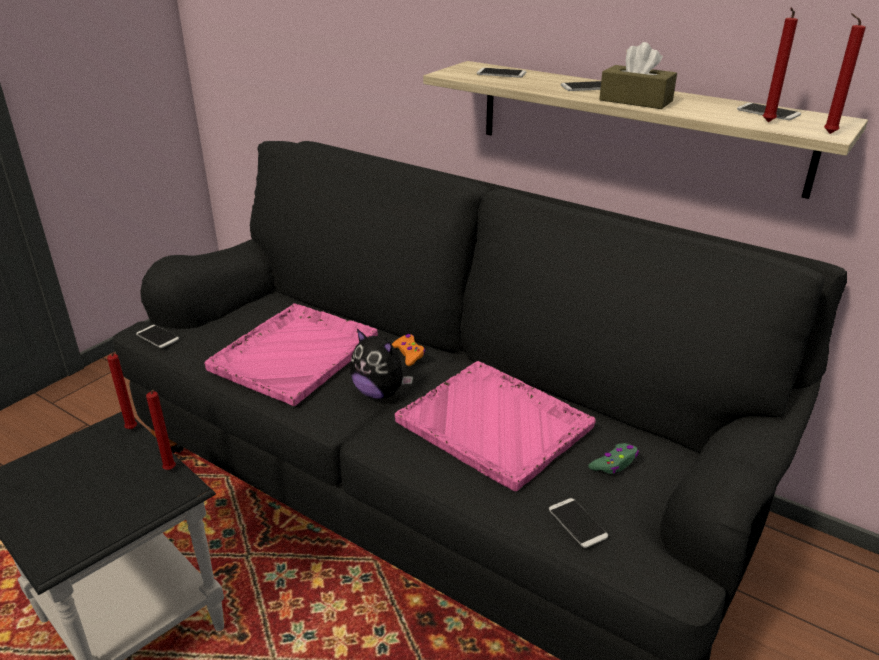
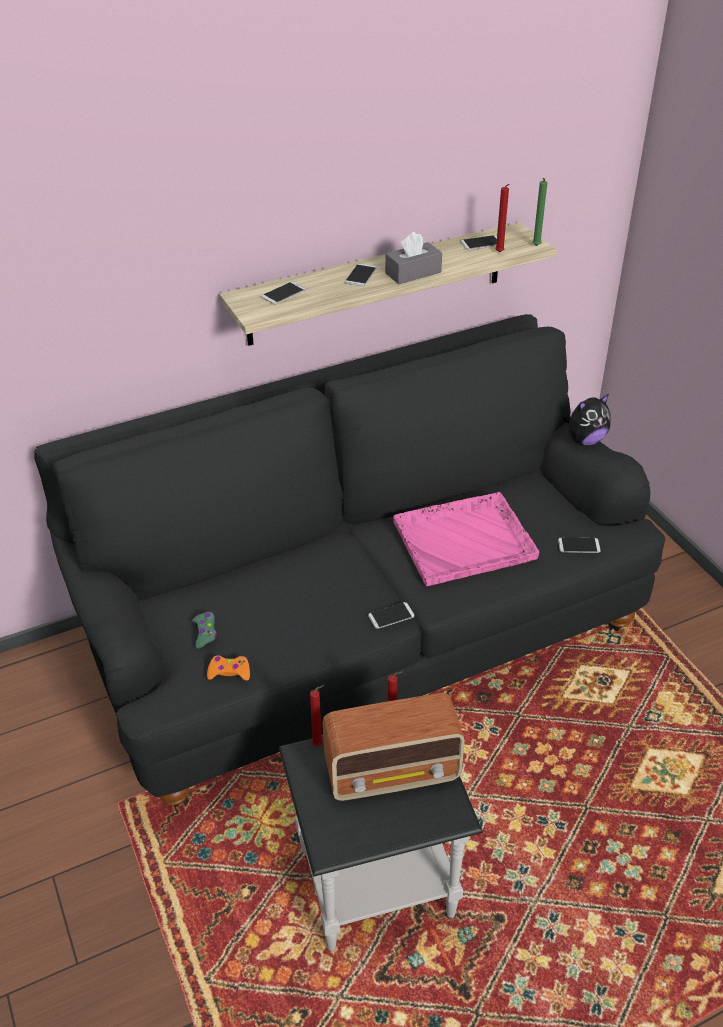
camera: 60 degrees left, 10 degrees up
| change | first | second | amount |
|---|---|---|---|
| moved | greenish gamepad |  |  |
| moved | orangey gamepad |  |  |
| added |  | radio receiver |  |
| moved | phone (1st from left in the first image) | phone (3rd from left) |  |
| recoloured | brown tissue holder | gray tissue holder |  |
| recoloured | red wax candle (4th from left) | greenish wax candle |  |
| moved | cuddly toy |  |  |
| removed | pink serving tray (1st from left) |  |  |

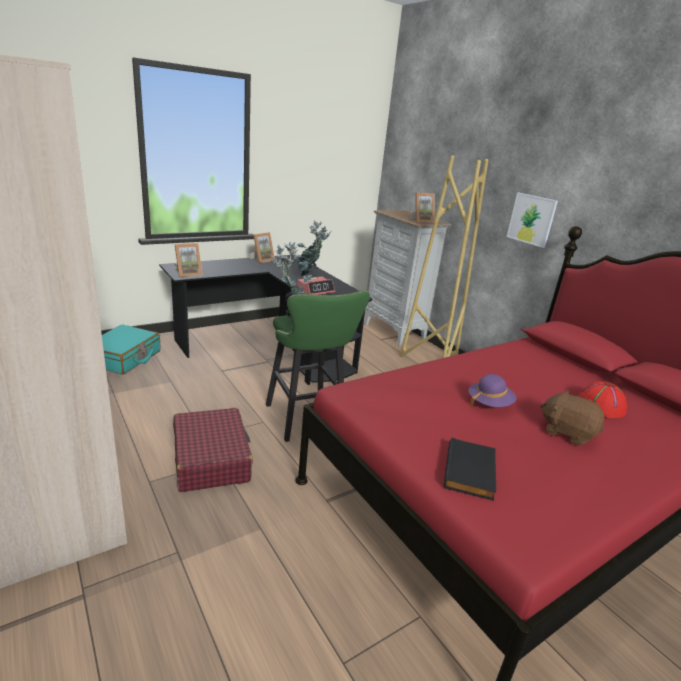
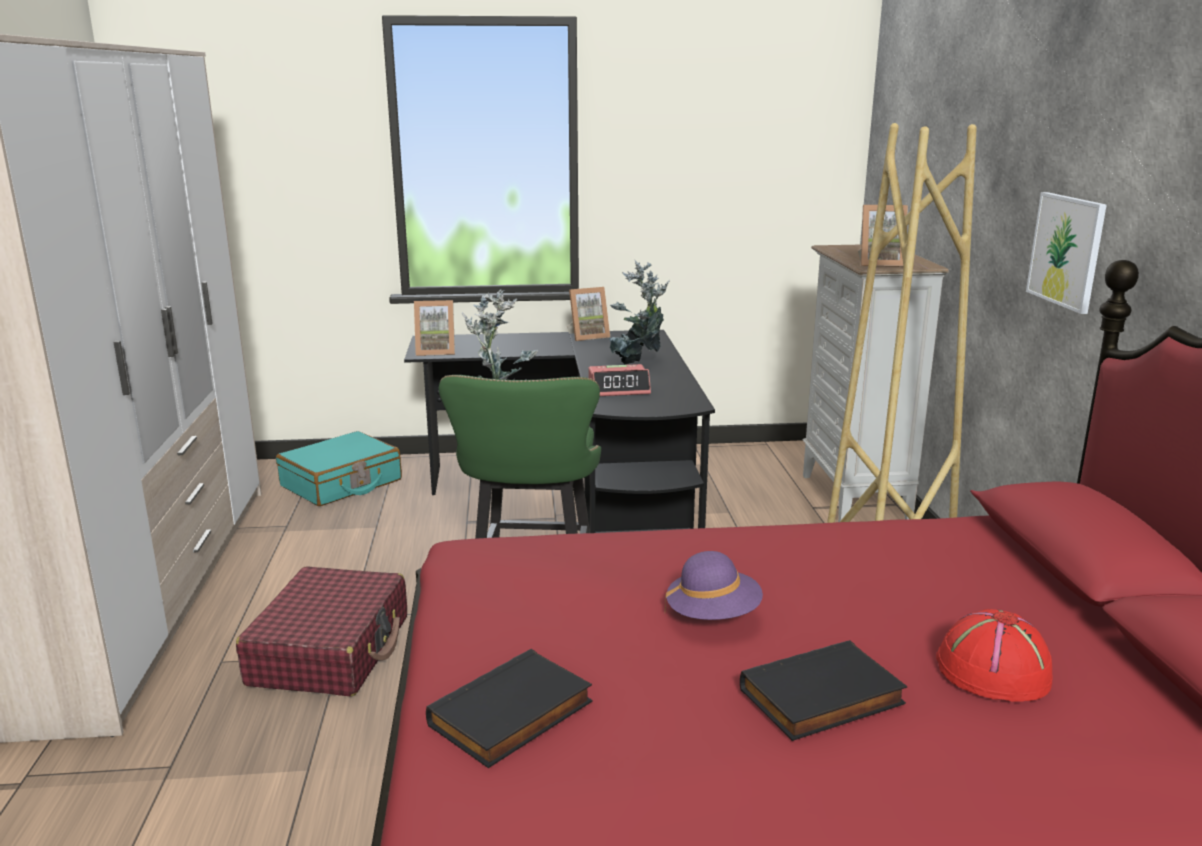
camera: 30 degrees right, 5 degrees down
| change | first | second | amount |
|---|---|---|---|
| replaced | brown cuddly toy | black-coloured bound book (2nd from left) |  |

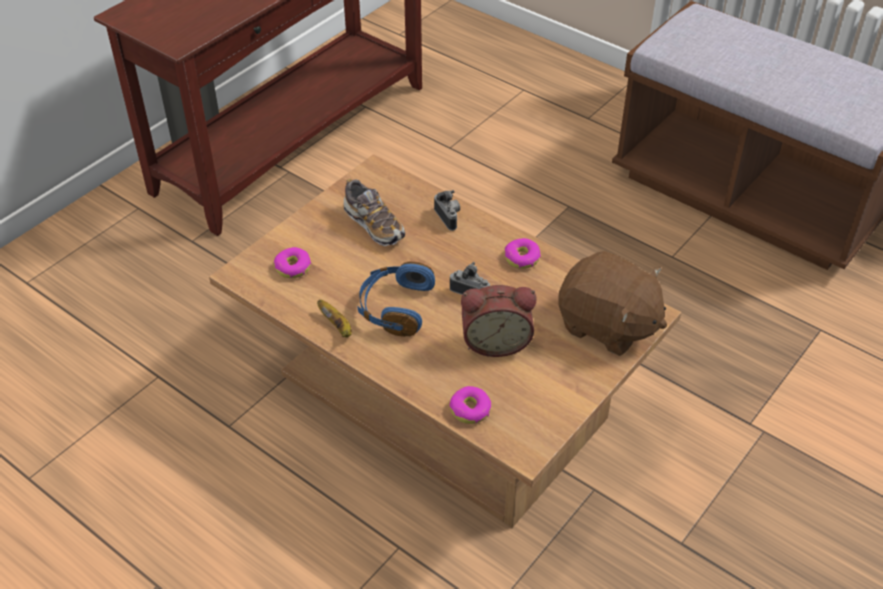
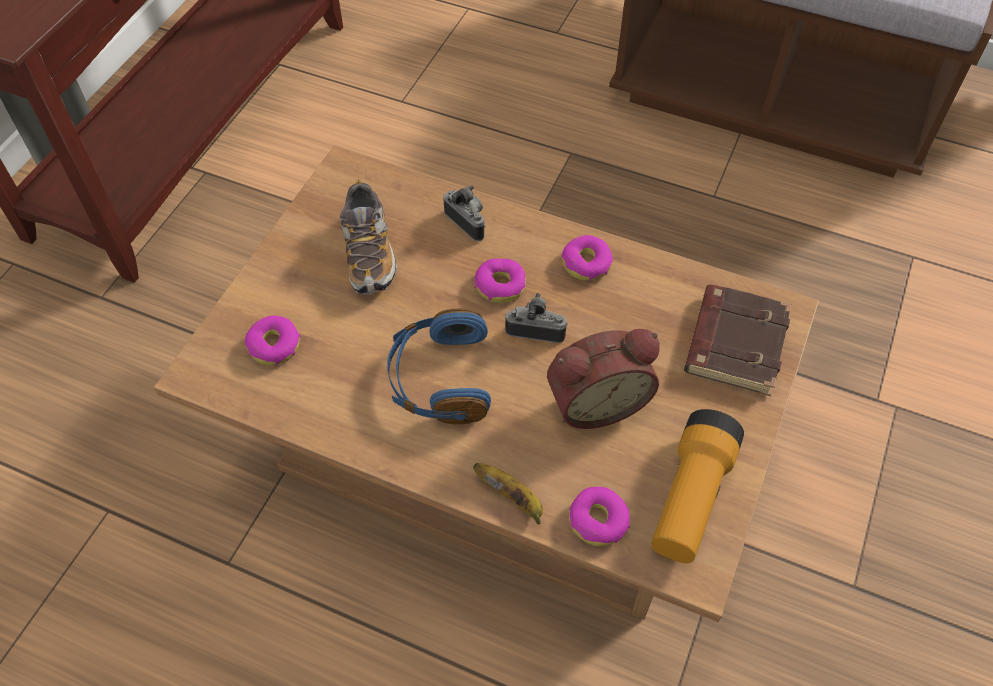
camera: 15 degrees left, 10 degrees up
| change | first | second | amount |
|---|---|---|---|
| turned | shoe |  | 45 degrees clockwise |
| moved | banana |  |  |
| added |  | donut (2nd from left) |  |
| added |  | flashlight |  |
| replaced | brown cuddly toy | brown bound book |  |

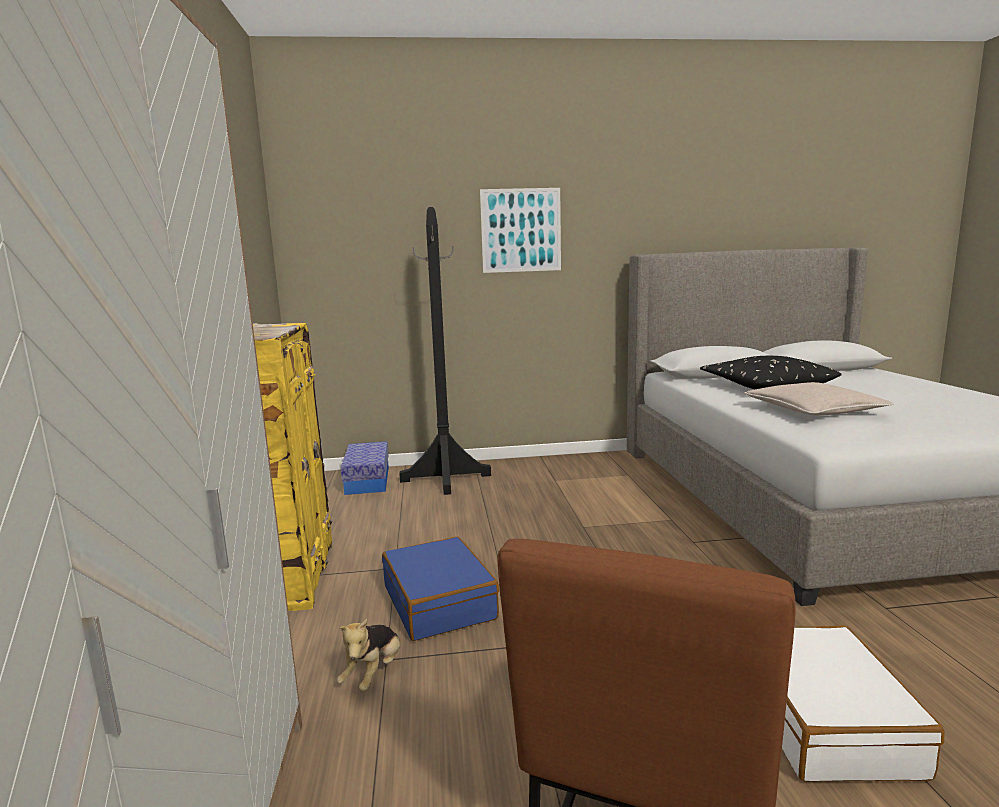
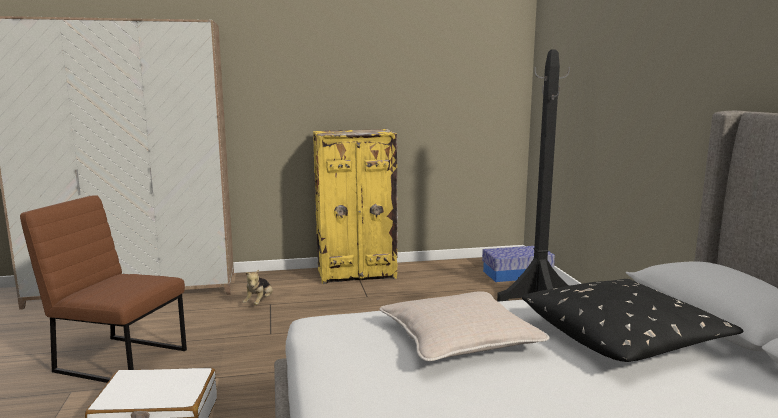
camera: 85 degrees right, 0 degrees up
| change | first | second | amount |
|---|---|---|---|
| turned | cuddly toy |  | 90 degrees counterclockwise |
| removed | blue-coloured suitcase |  |  |
| removed | picture |  |  |

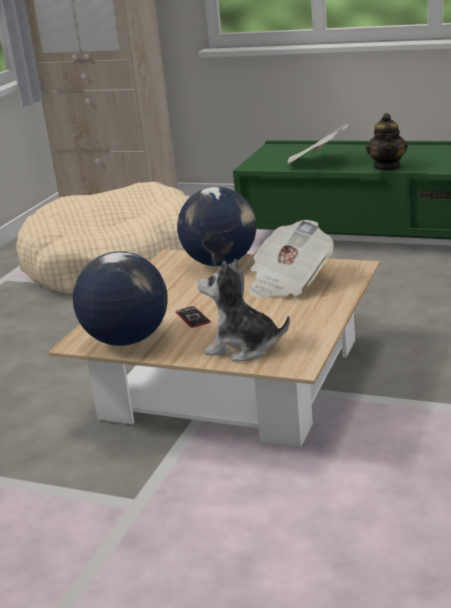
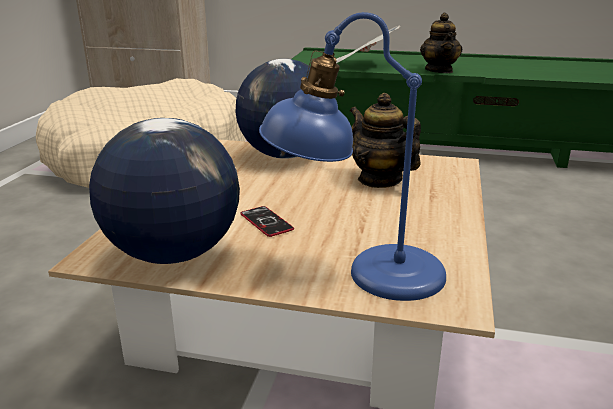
camera: 10 degrees left, 0 degrees up
| change | first | second | amount |
|---|---|---|---|
| replaced | cuddly toy | blue-coloured lamp for a table |  |
| replaced | printed paper (1st from left) | tea pot (1st from left) |  |

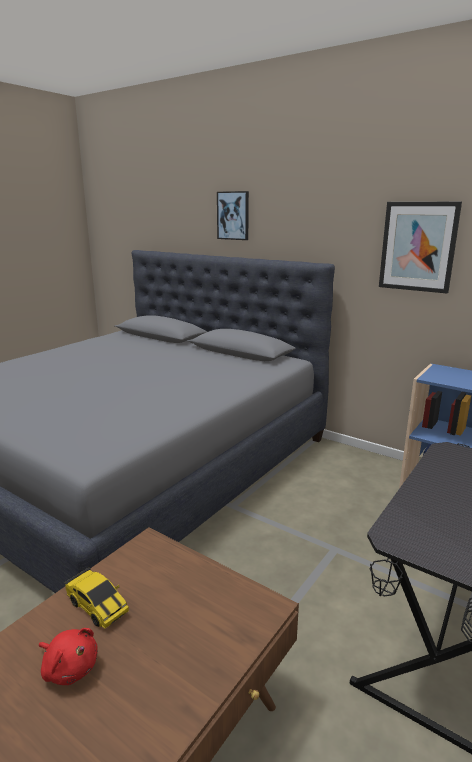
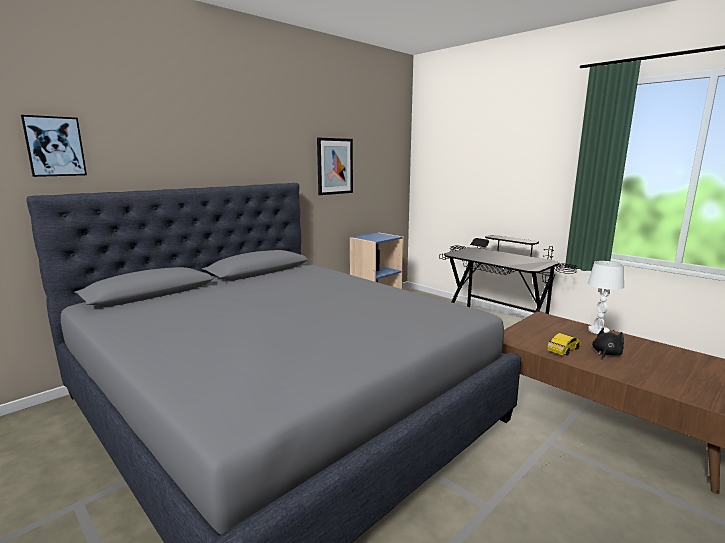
camera: 80 degrees left, 5 degrees down
| change | first | second | amount |
|---|---|---|---|
| moved | picture (1st from left) |  |  |
| added |  | white lamp for a table |  |
| recoloured | red cuddly toy | black-coloured cuddly toy |  |

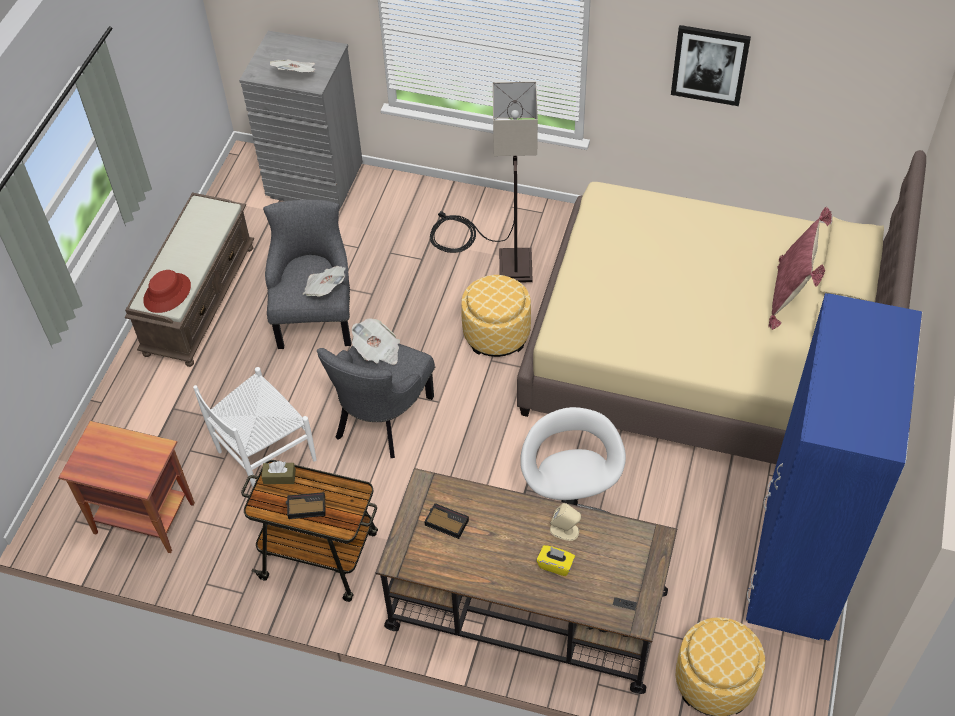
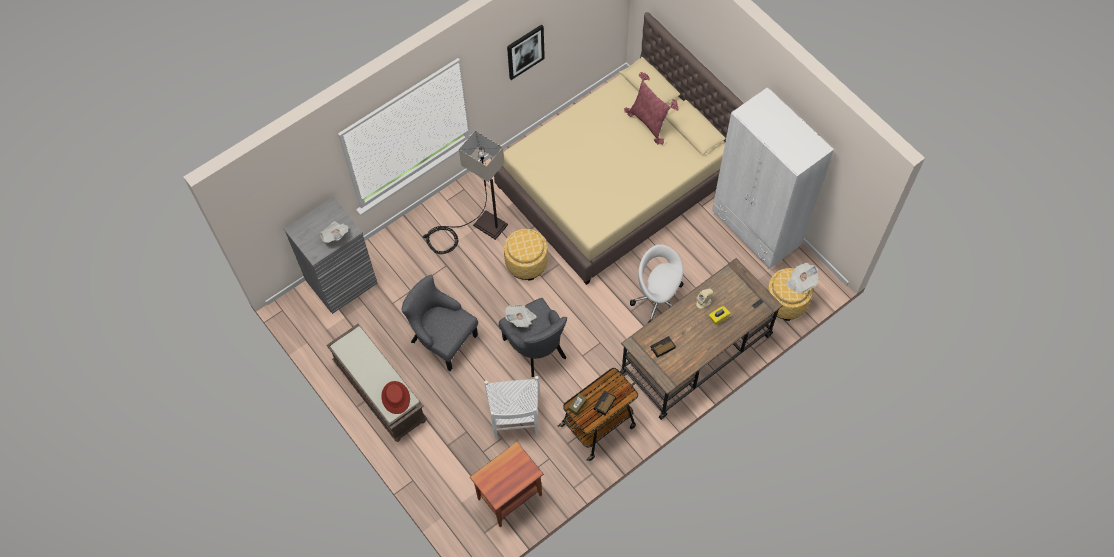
camera: 55 degrees left, 10 degrees up
| change | first | second | amount |
|---|---|---|---|
| recoloured | blue-coloured clothes cupboard | white clothes cupboard |  |
| moved | printed paper (2nd from left in the first image) | printed paper (3rd from left) |  |

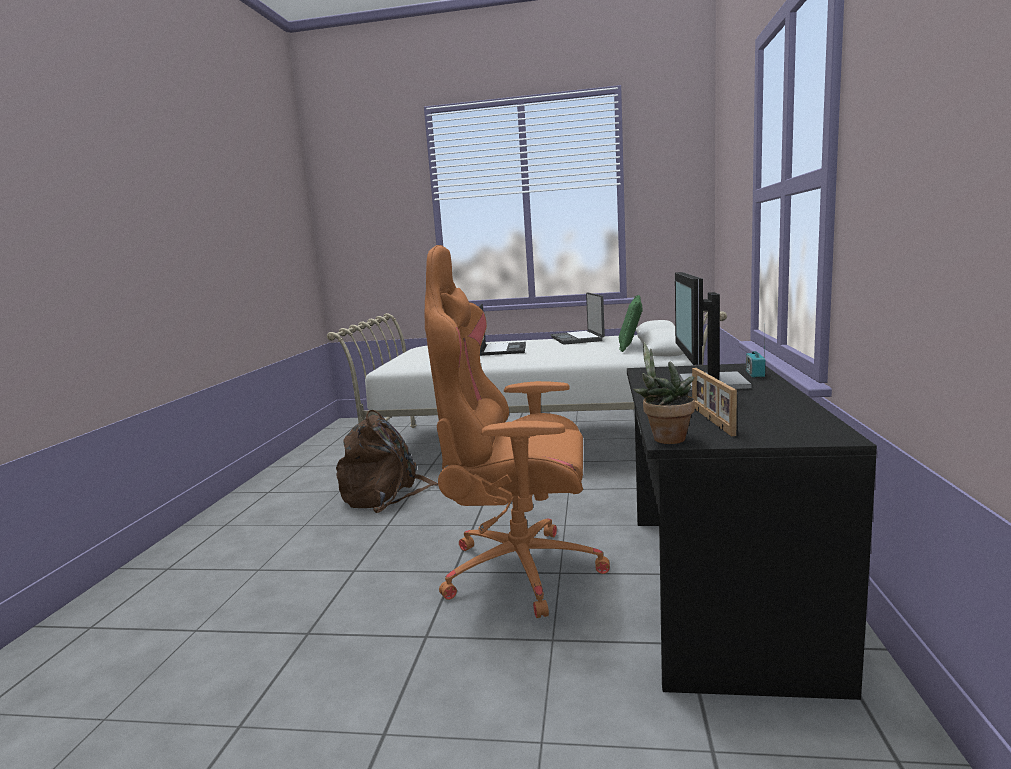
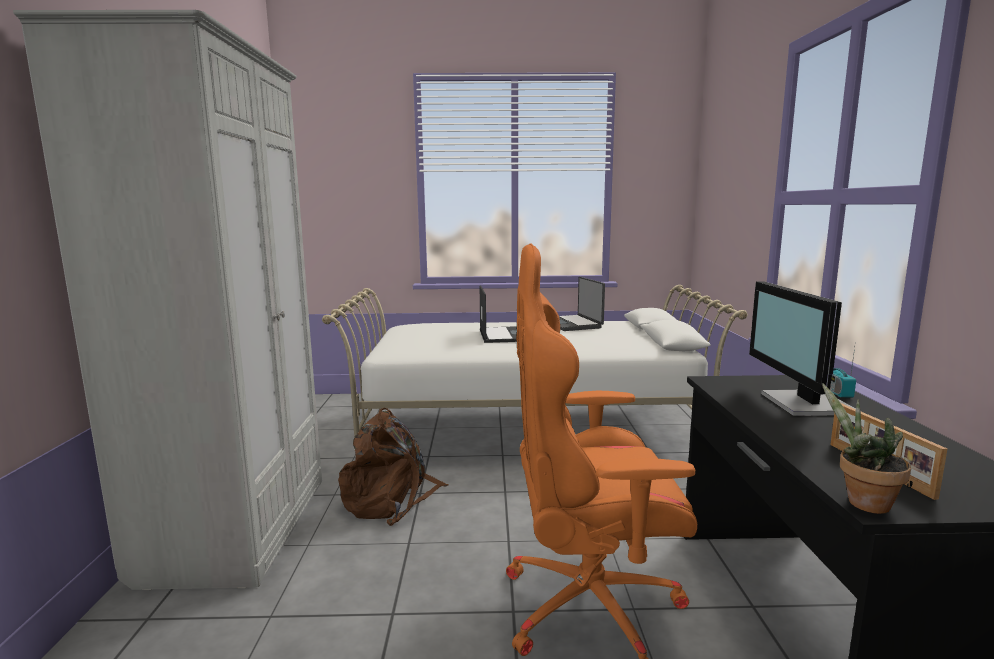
camera: 10 degrees left, 0 degrees up
| change | first | second | amount |
|---|---|---|---|
| added |  | white clothes cupboard |  |
| removed | greenish cushion |  |  |

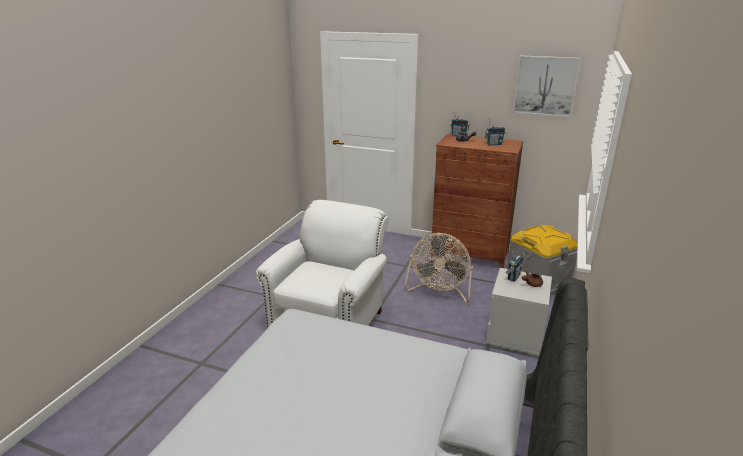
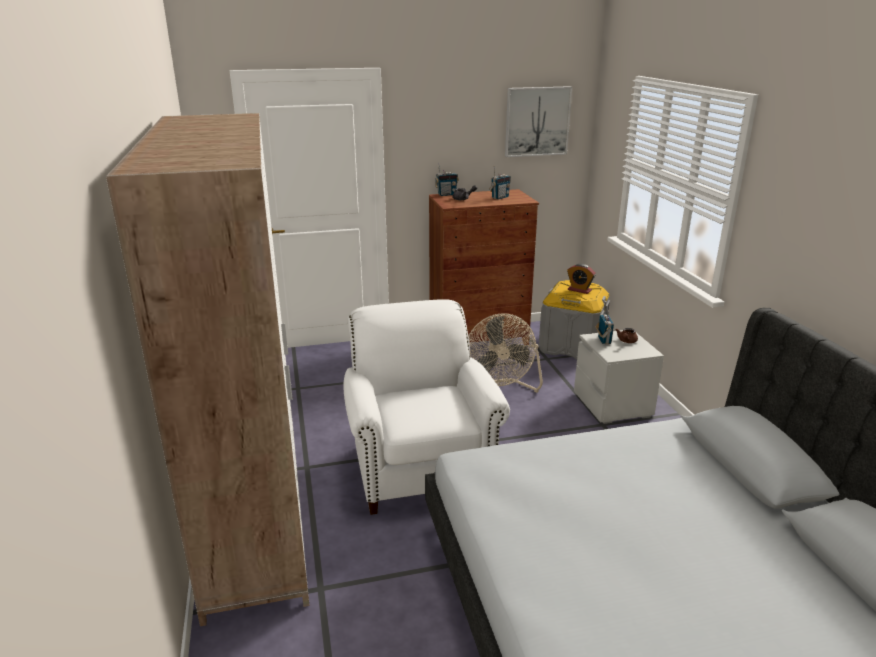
camera: 35 degrees left, 0 degrees up
| change | first | second | amount |
|---|---|---|---|
| added |  | white clothes cupboard |  |
| added |  | table clock |  |

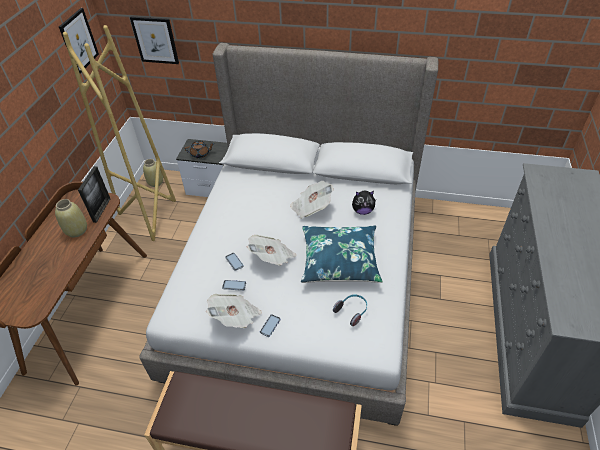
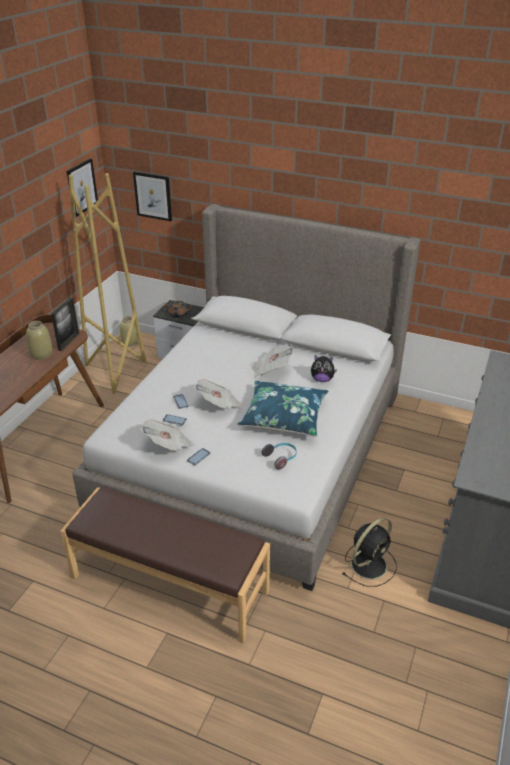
camera: 10 degrees right, 10 degrees down
| change | first | second | amount |
|---|---|---|---|
| added |  | black-coloured cooling fan |  |

